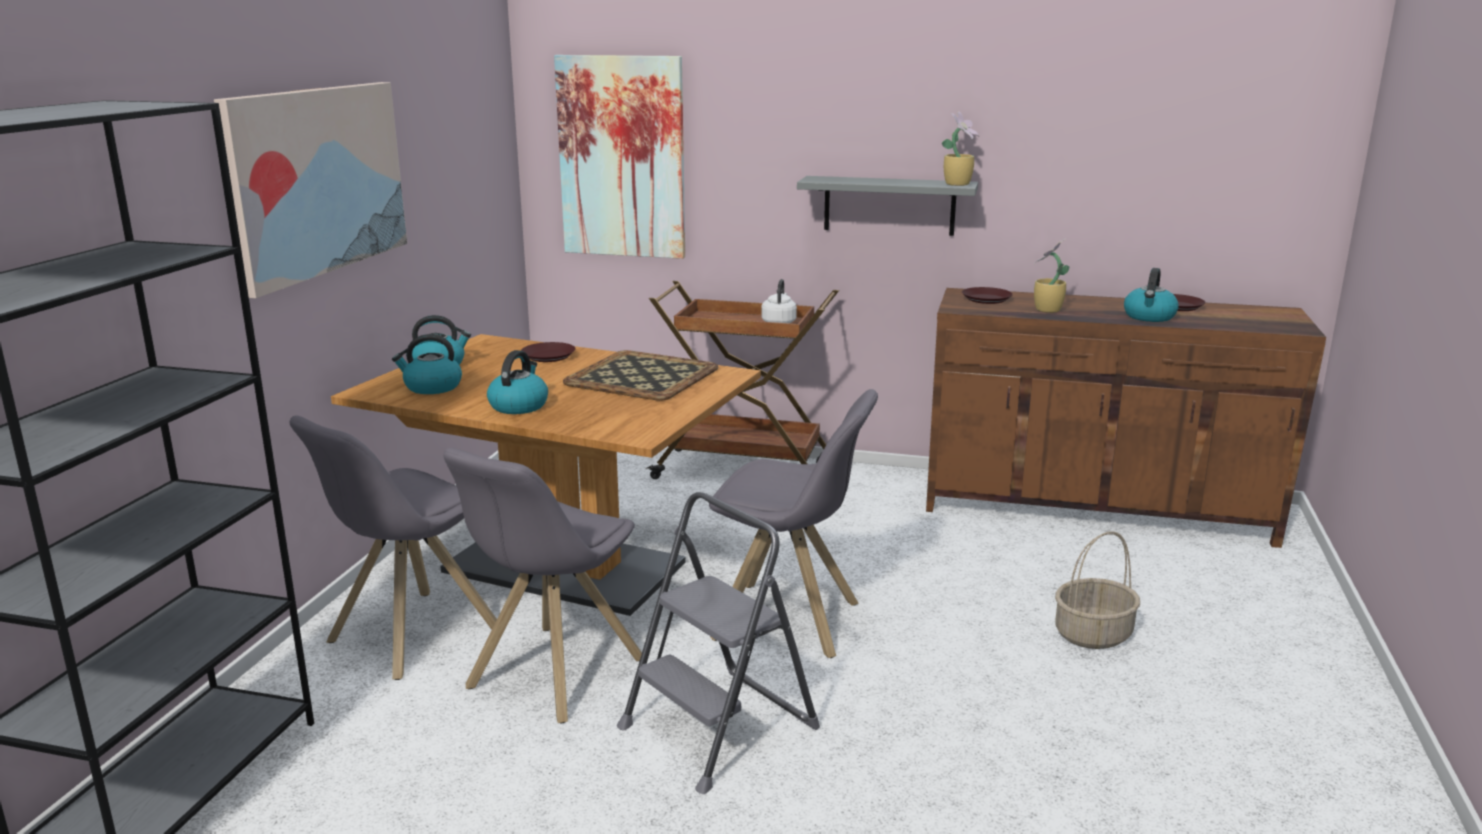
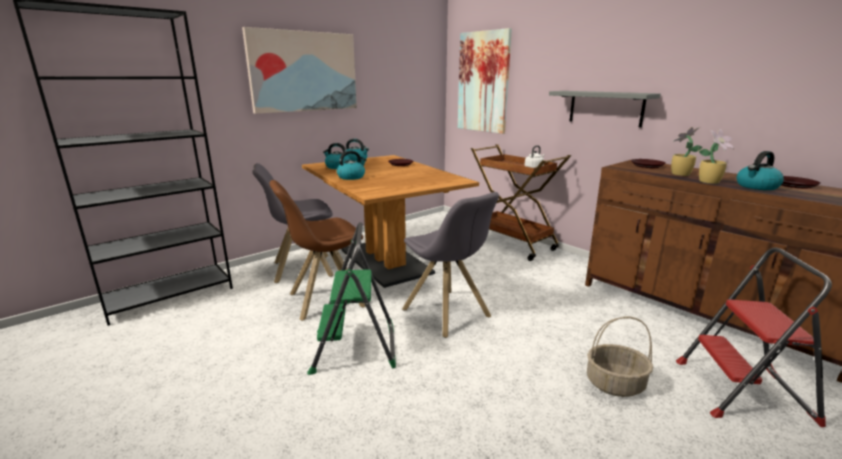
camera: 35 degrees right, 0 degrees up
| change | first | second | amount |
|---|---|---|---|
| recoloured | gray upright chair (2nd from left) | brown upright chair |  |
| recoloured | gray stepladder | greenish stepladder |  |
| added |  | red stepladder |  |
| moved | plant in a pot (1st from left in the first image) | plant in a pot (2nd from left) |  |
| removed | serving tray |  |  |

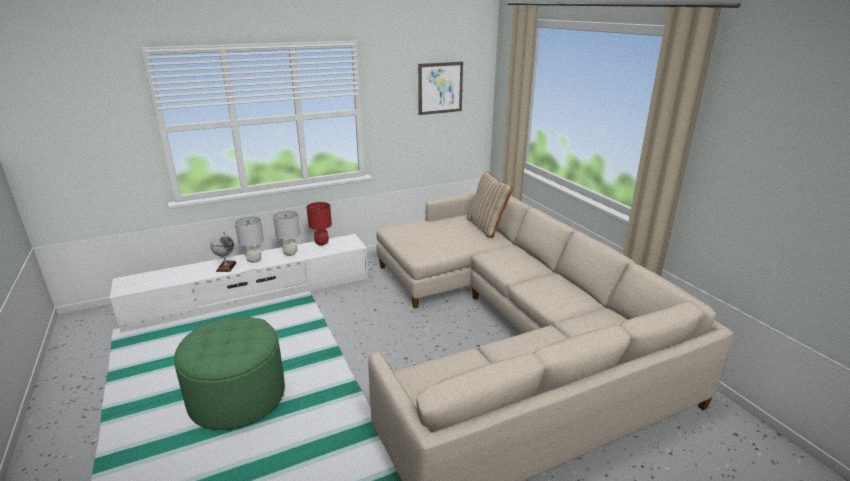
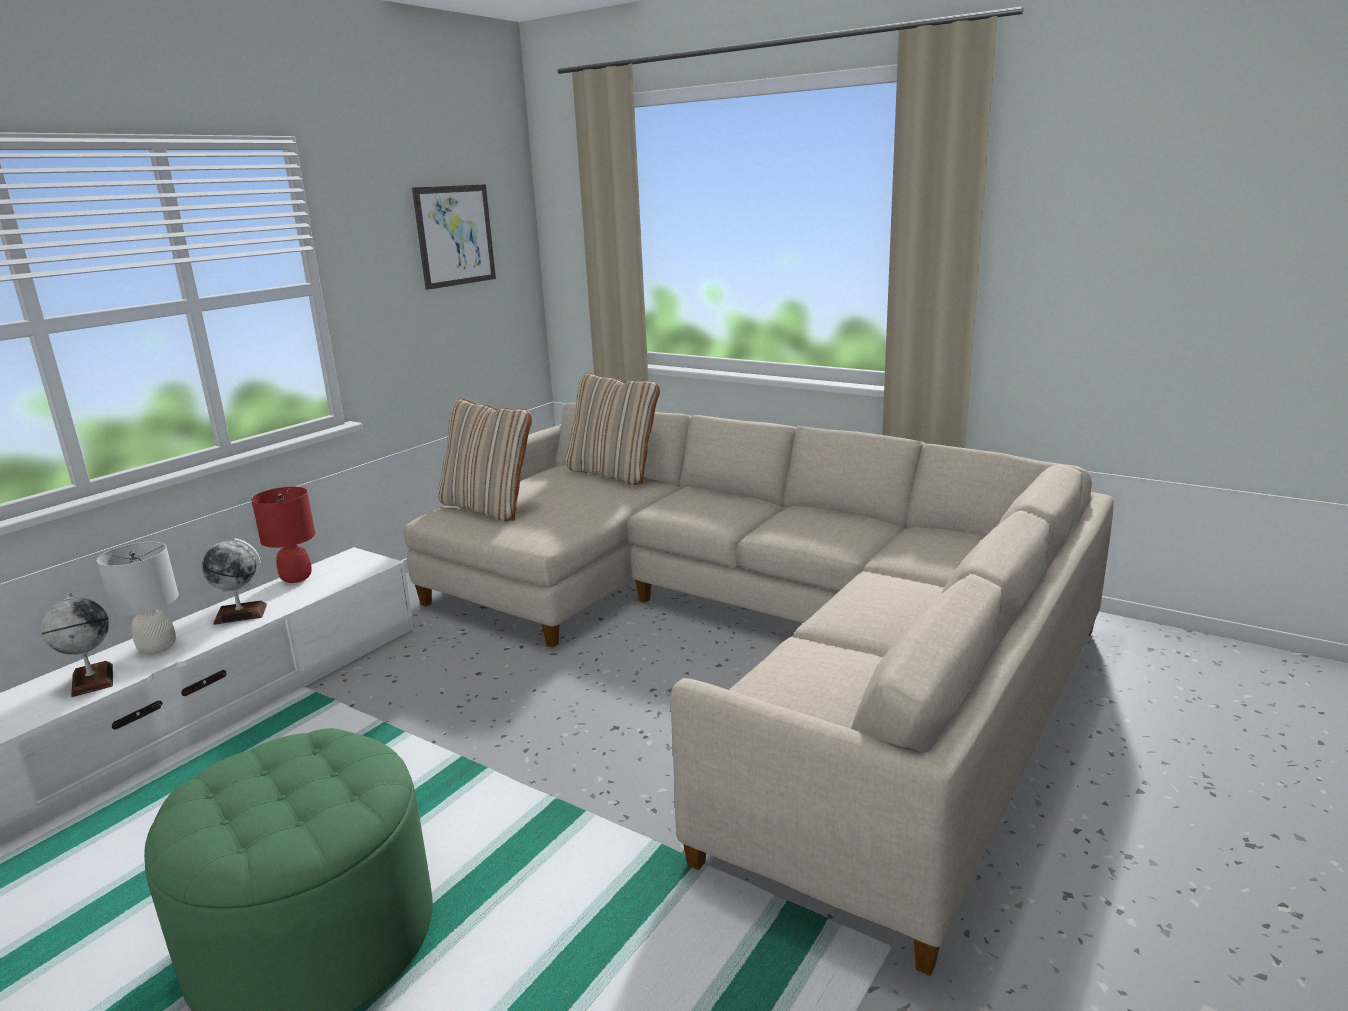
camera: 30 degrees left, 5 degrees down
| change | first | second | amount |
|---|---|---|---|
| replaced | gray lamp for a table (2nd from left) | globe (2nd from left) |  |
| added |  | beige cushion (1st from left) |  |

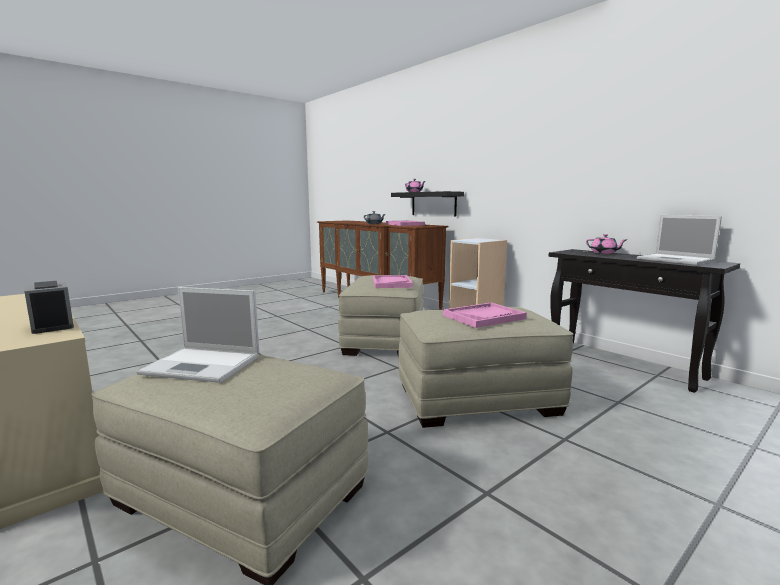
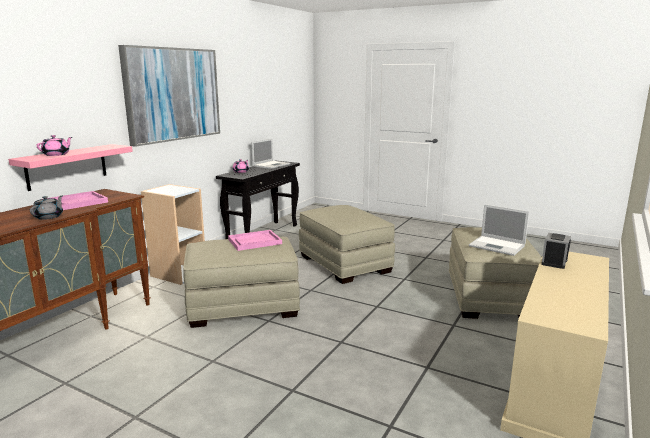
camera: 110 degrees left, 5 degrees up
| change | first | second | amount |
|---|---|---|---|
| recoloured | black-coloured wall shelf | pink wall shelf |  |
| added |  | picture |  |
| turned | notebook computer (1st from left in the first image) | notebook computer (2nd from left) | 135 degrees clockwise |
| removed | pink serving tray (3rd from left) |  |  |

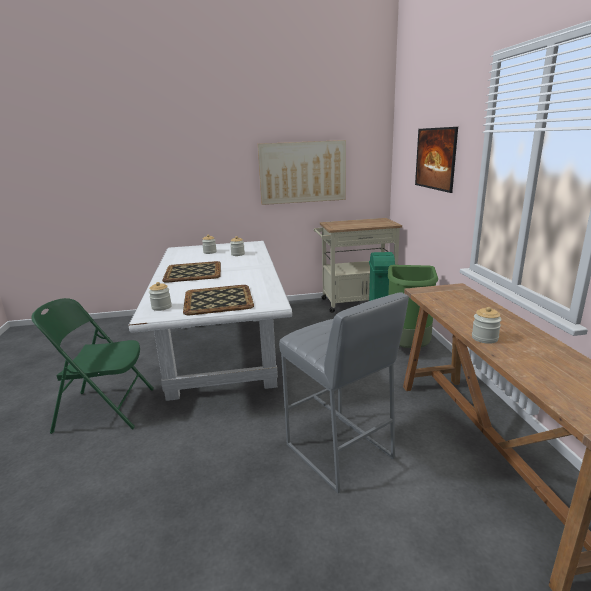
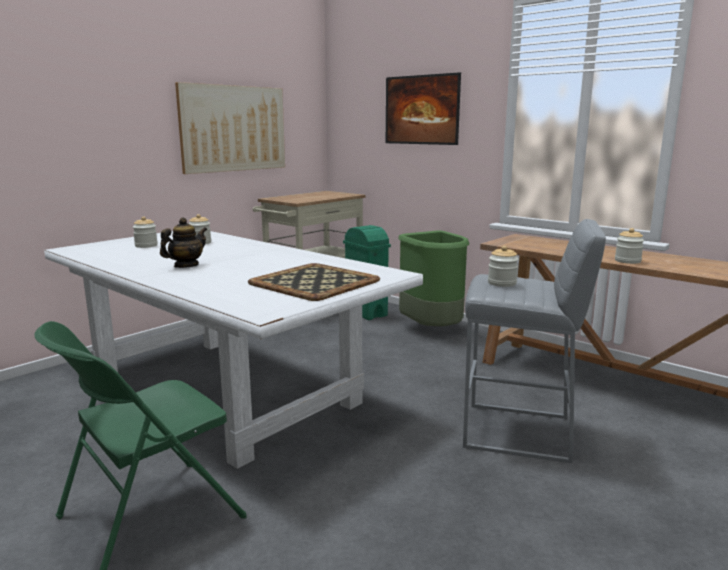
camera: 40 degrees left, 5 degrees down
| change | first | second | amount |
|---|---|---|---|
| replaced | serving tray (1st from left) | tea pot |  |
| moved | jar (1st from left in the first image) | jar (3rd from left) |  |

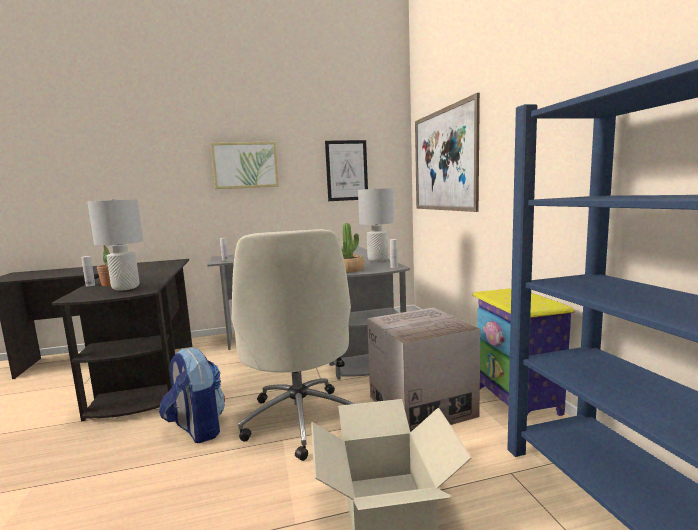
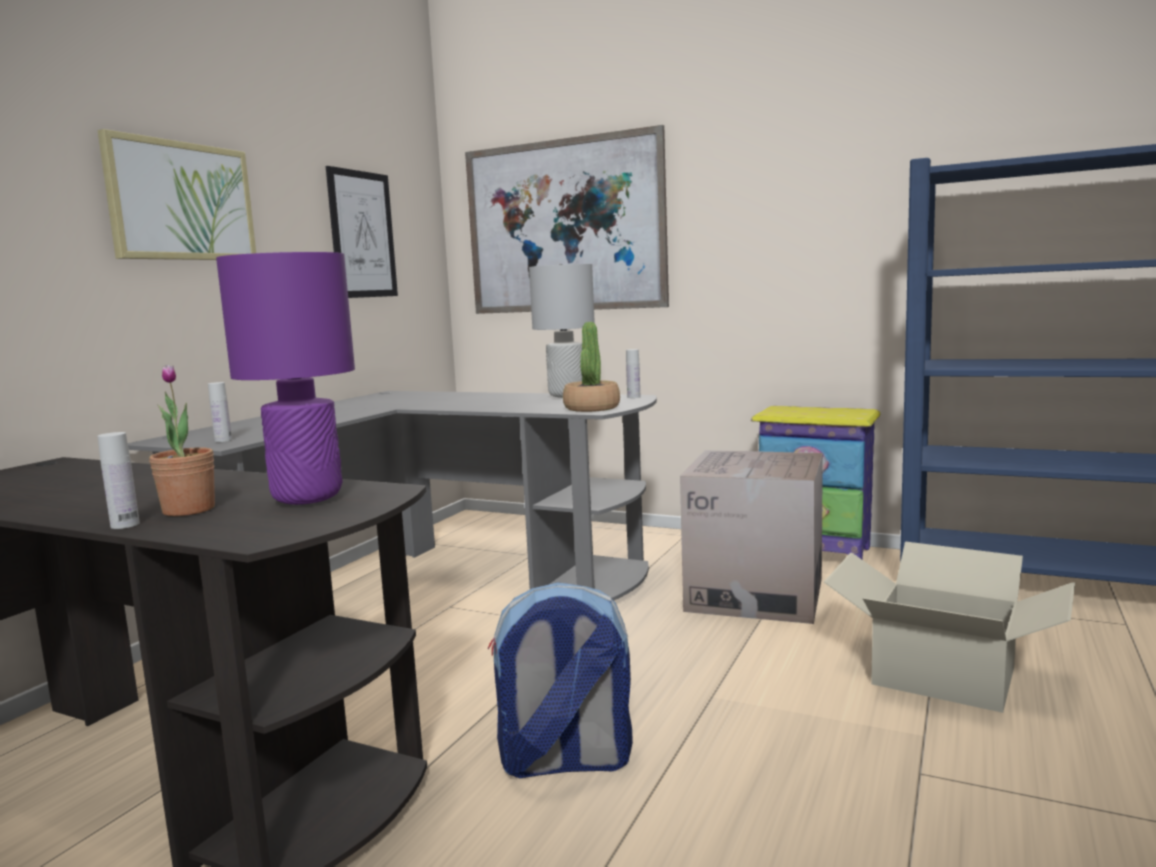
camera: 50 degrees left, 0 degrees up
| change | first | second | amount |
|---|---|---|---|
| recoloured | gray lamp for a table (1st from left) | purple-coloured lamp for a table |  |
| removed | beige computer chair |  |  |

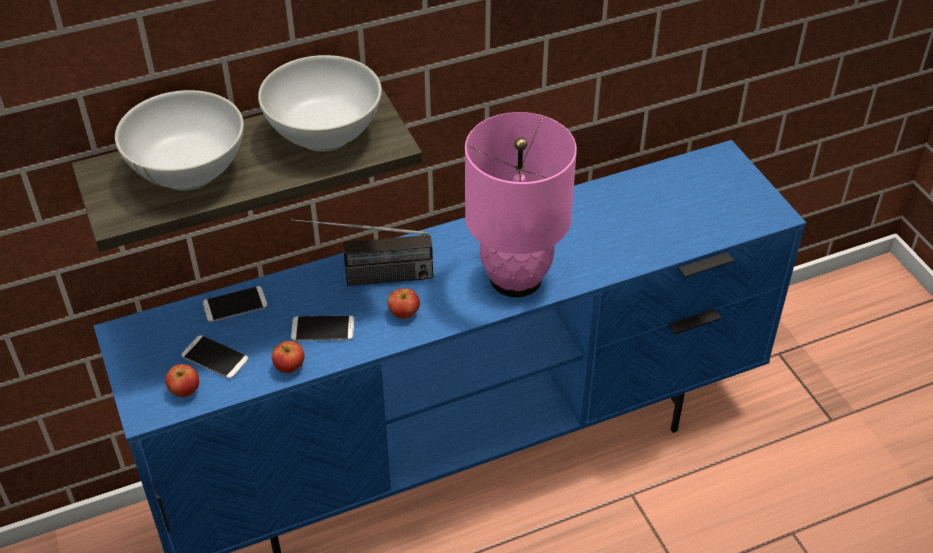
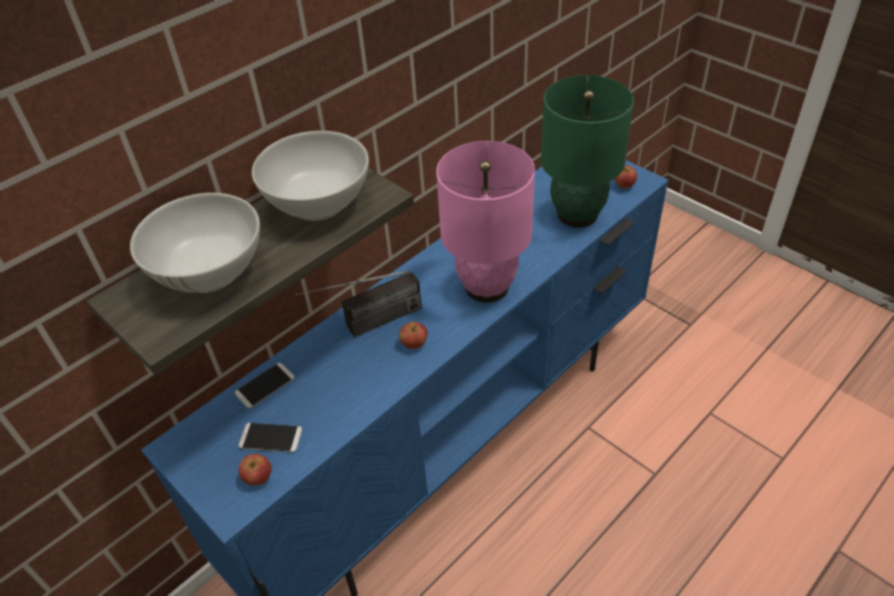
camera: 20 degrees left, 0 degrees up
| change | first | second | amount |
|---|---|---|---|
| added |  | greenish lamp for a table |  |
| moved | whole apple (2nd from left in the first image) | whole apple (3rd from left) |  |
| removed | phone (3rd from left) |  |  |

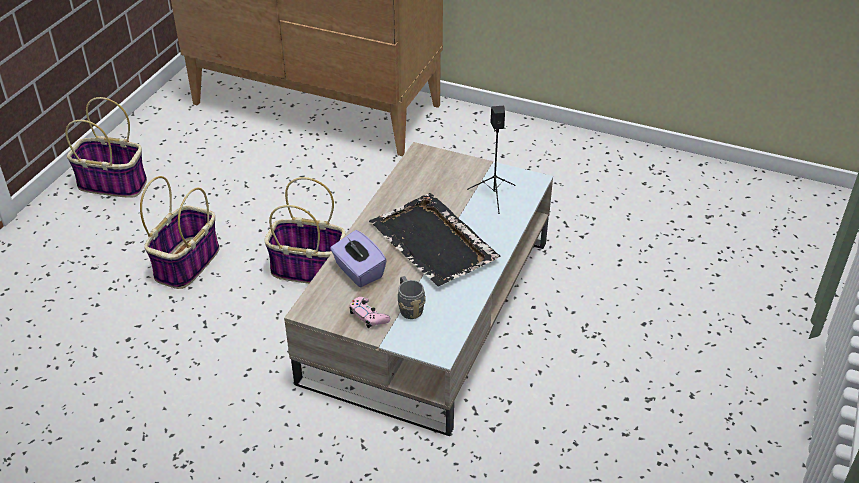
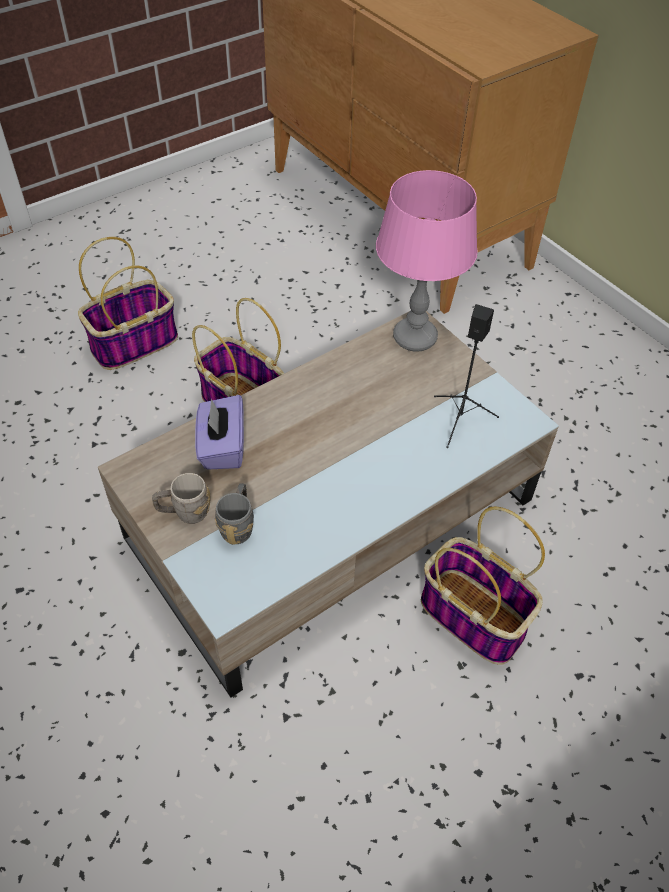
camera: 30 degrees right, 10 degrees up
| change | first | second | amount |
|---|---|---|---|
| replaced | pink gamepad | gray mug (1st from left) |  |
| added |  | pink lamp for a table |  |
| moved | storage basket (1st from left in the first image) | storage basket (3rd from left) |  |
| removed | black-coloured serving tray |  |  |

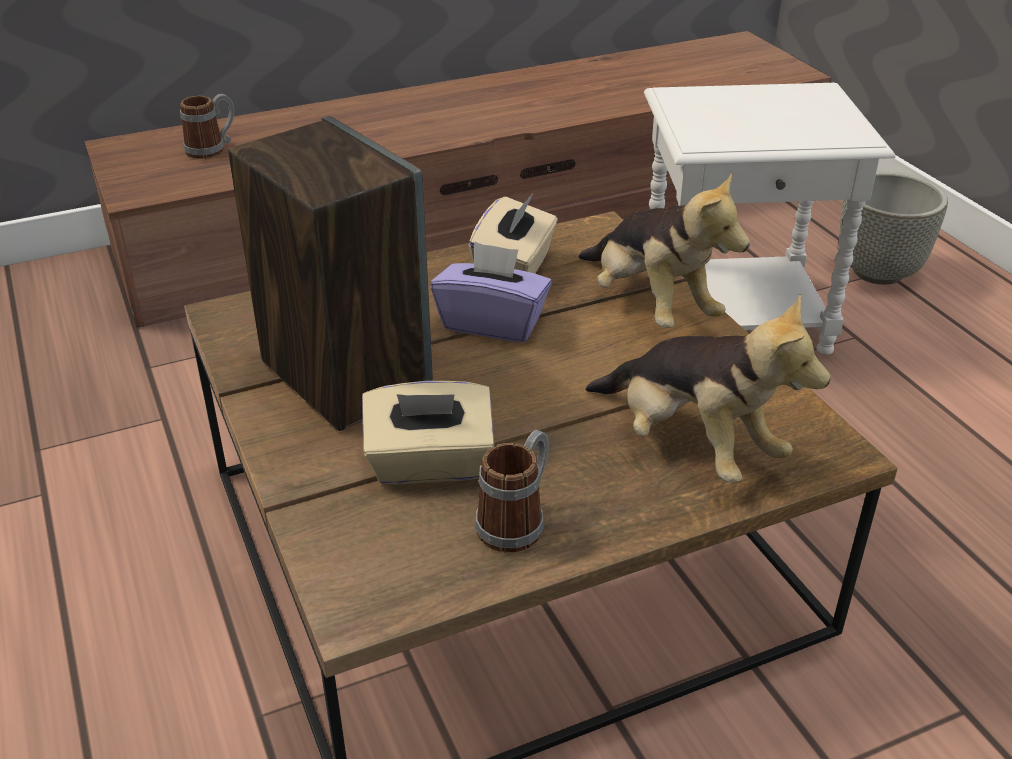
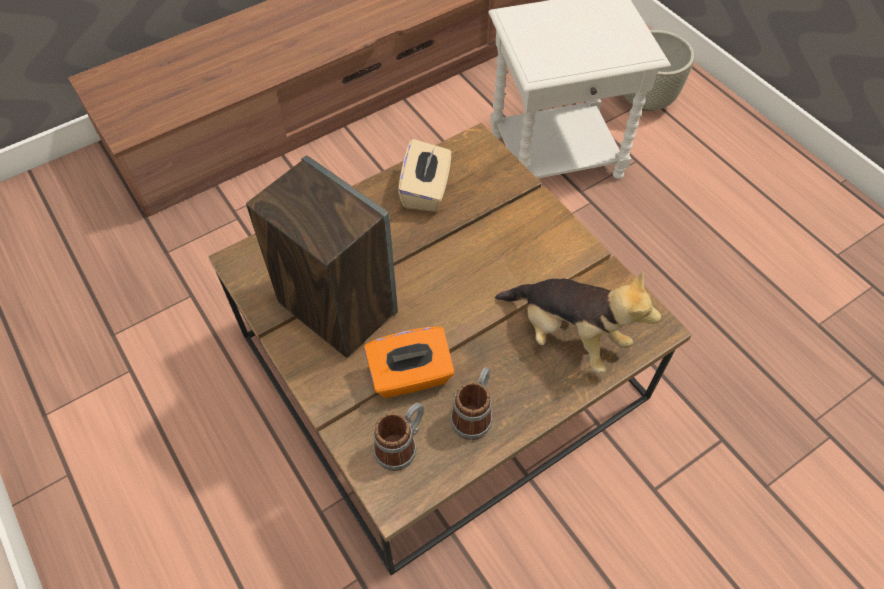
camera: 10 degrees left, 20 degrees up
| change | first | second | amount |
|---|---|---|---|
| recoloured | beige tissue holder (1st from left) | orangey tissue holder |  |
| moved | mug (1st from left) |  |  |
| removed | purple-coloured tissue holder |  |  |
| removed | cuddly toy (1st from left) |  |  |

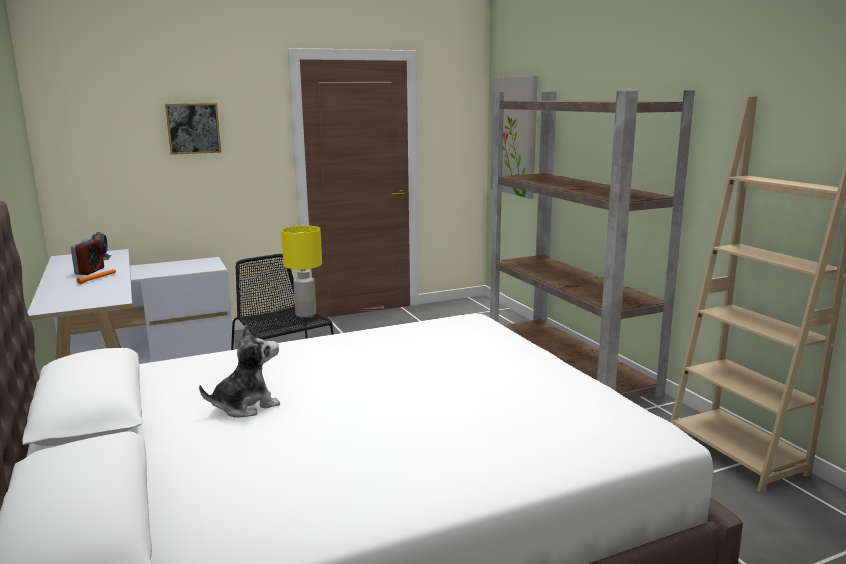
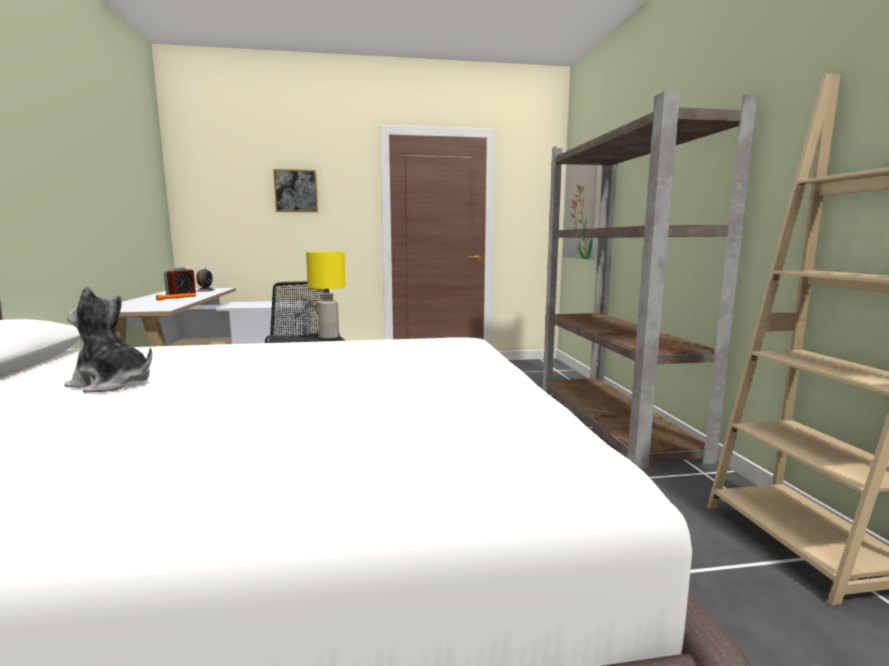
camera: 15 degrees right, 5 degrees down
| change | first | second | amount |
|---|---|---|---|
| turned | cuddly toy |  | 150 degrees counterclockwise |

